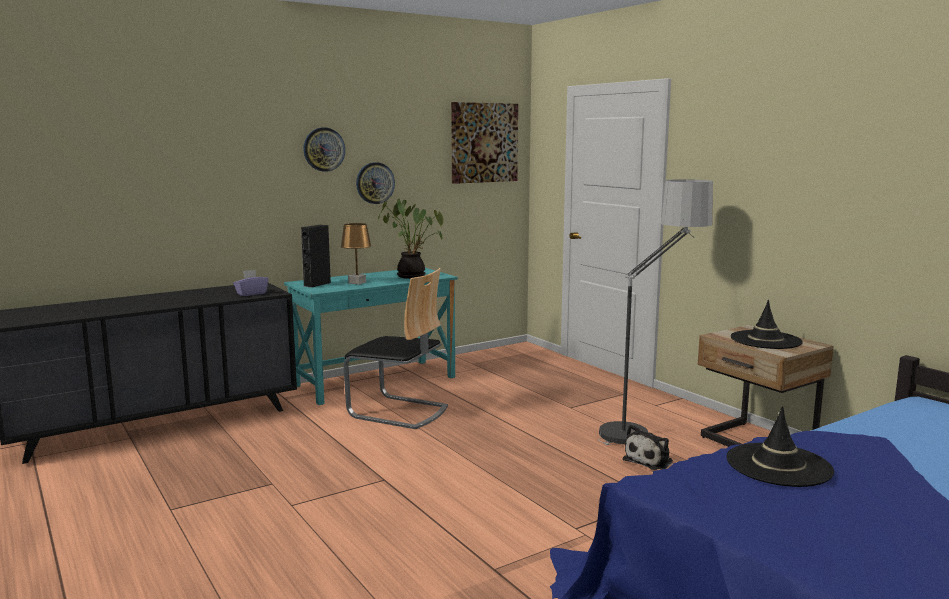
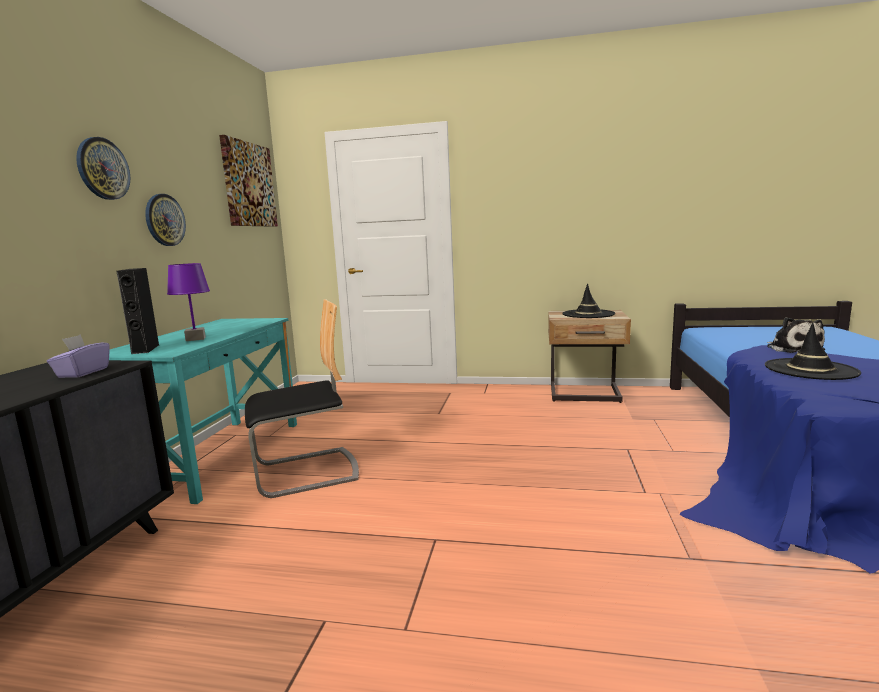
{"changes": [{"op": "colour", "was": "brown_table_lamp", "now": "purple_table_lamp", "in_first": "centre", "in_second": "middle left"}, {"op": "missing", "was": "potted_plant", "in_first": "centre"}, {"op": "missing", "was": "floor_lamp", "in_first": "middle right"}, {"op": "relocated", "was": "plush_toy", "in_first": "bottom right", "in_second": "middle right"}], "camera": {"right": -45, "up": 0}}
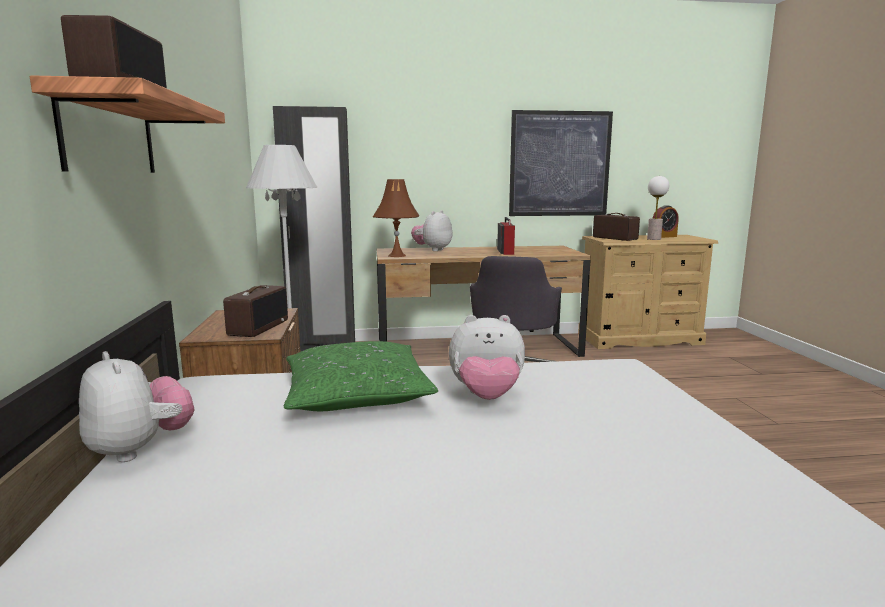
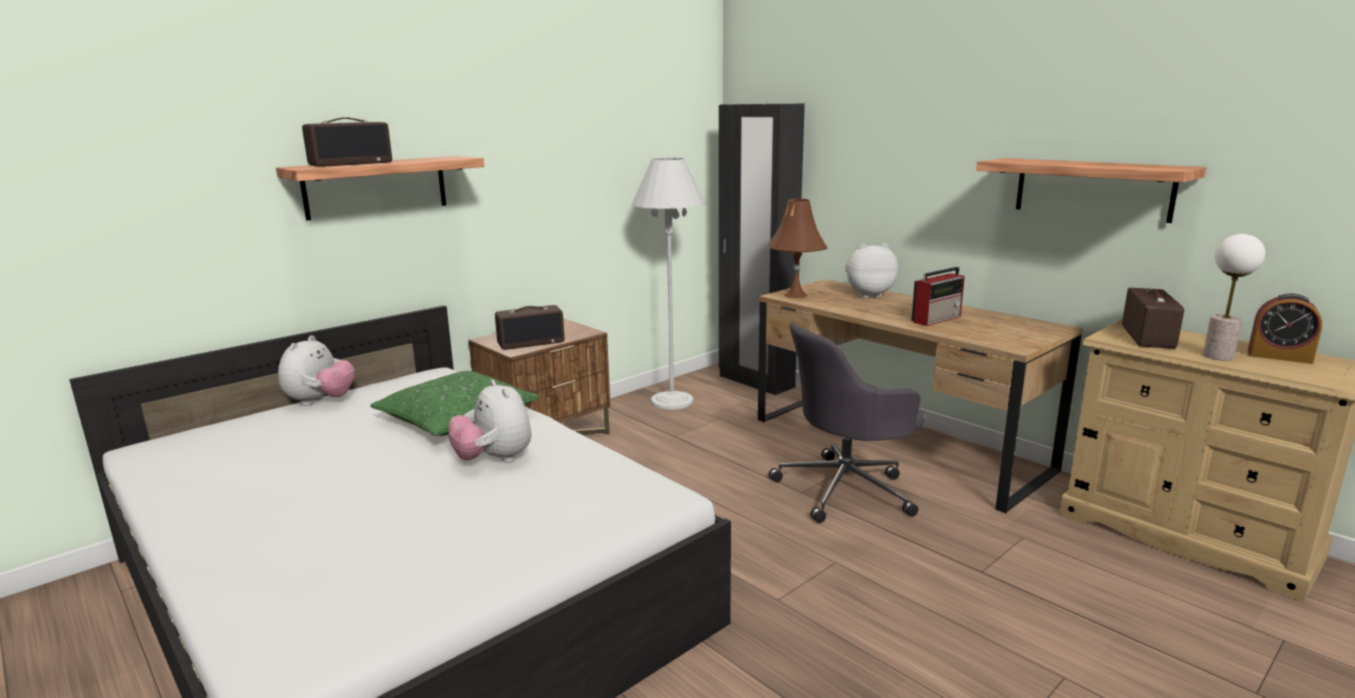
{"changes": [{"op": "exchanged", "was": "picture", "now": "shelf (no. 2 from left)", "in_first": "top centre", "in_second": "top right"}], "camera": {"right": 55, "up": 5}}
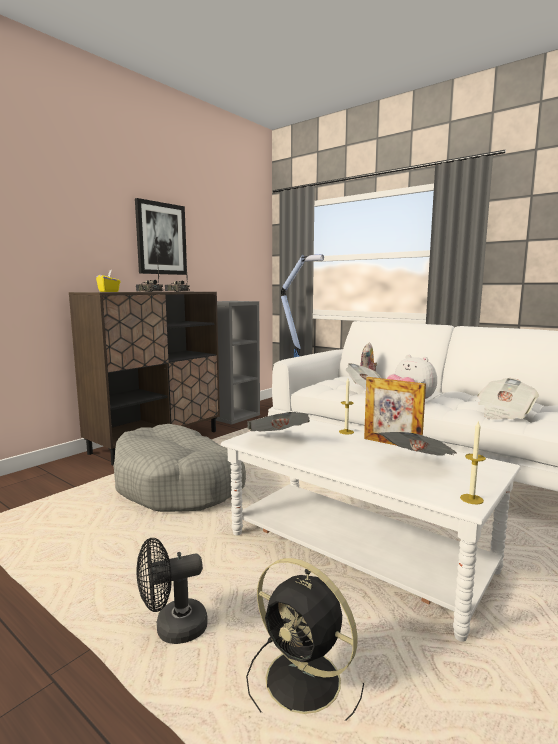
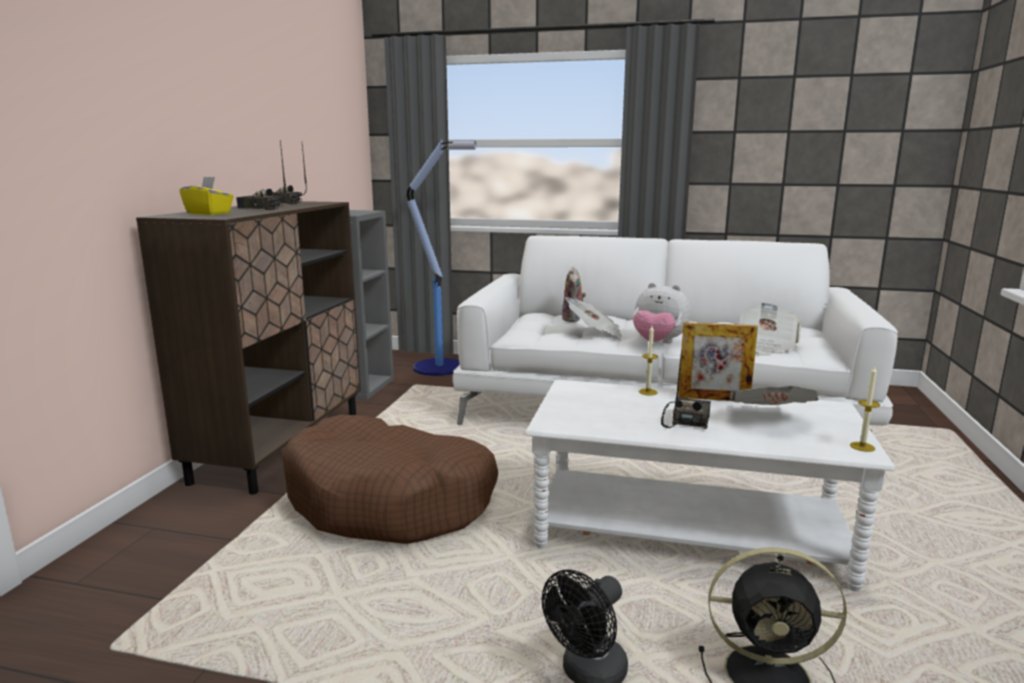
{"changes": [{"op": "colour", "was": "grey_dog_bed", "now": "brown_dog_bed", "in_first": "middle left", "in_second": "bottom centre"}, {"op": "missing", "was": "picture", "in_first": "top left"}, {"op": "missing", "was": "newspaper (no. 1 from left)", "in_first": "centre"}, {"op": "appeared", "now": "radio (no. 3 from left)", "in_second": "middle right"}], "camera": {"right": -25, "up": 5}}
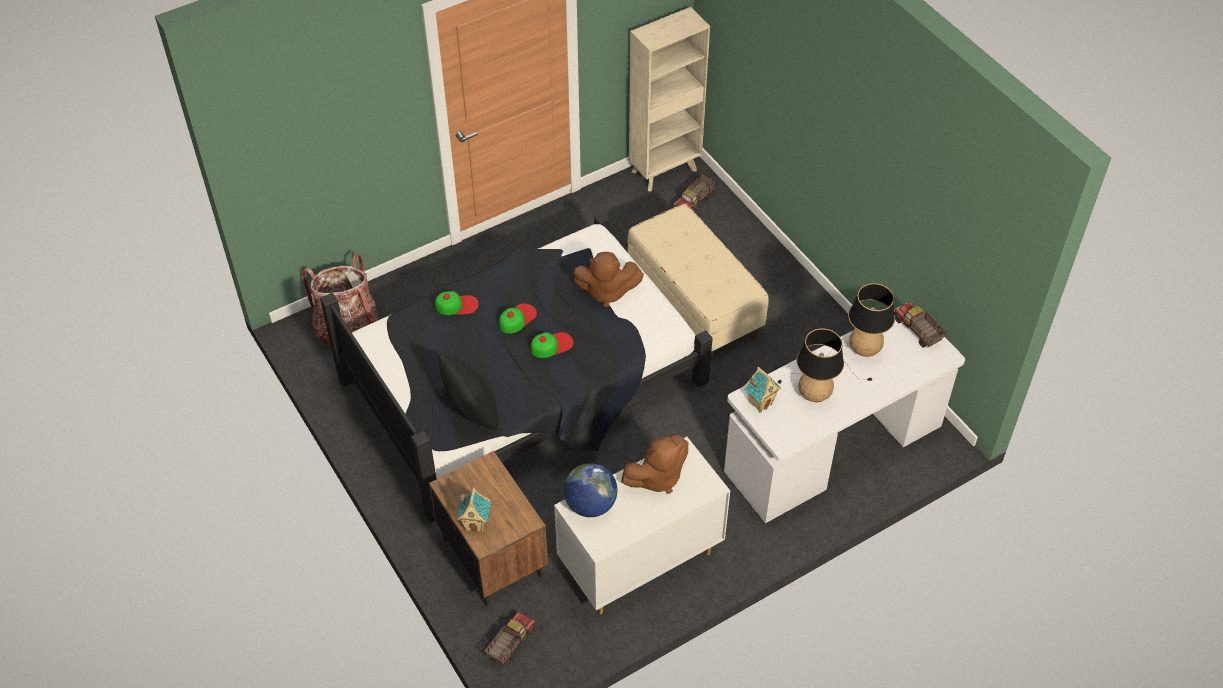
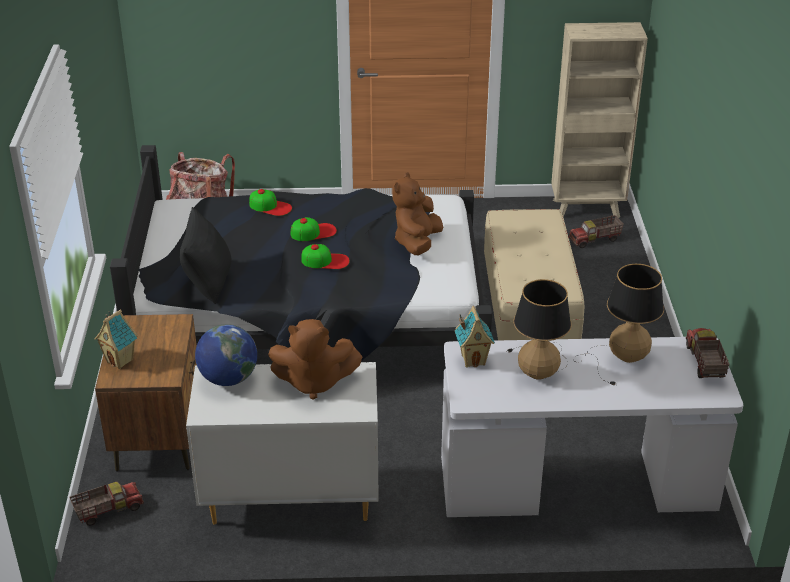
{"changes": [{"op": "spun", "was": "brown_plush_toy (no. 1 from left in the first image)", "in_first": "centre", "in_second": "centre", "clockwise": 75}], "camera": {"right": 30, "up": -15}}
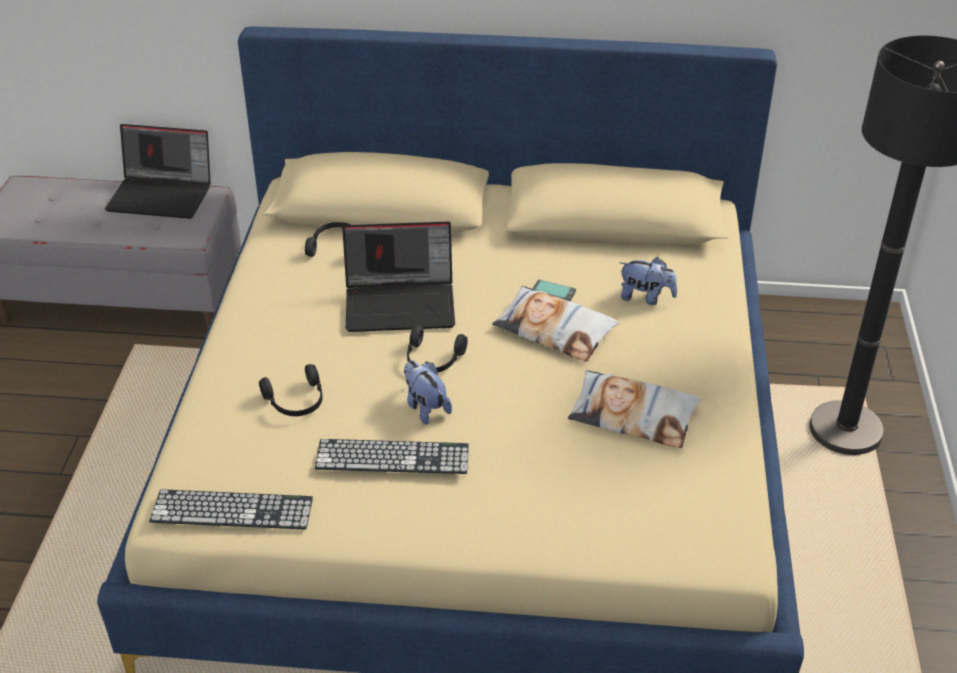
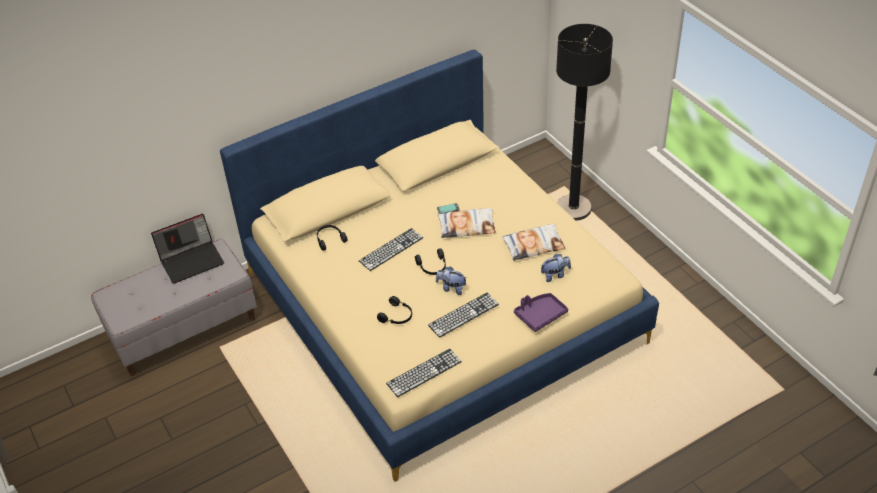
{"changes": [{"op": "exchanged", "was": "laptop (no. 2 from left)", "now": "keyboard (no. 1 from left)", "in_first": "centre", "in_second": "centre"}, {"op": "relocated", "was": "plush_toy (no. 2 from left)", "in_first": "middle right", "in_second": "centre"}, {"op": "appeared", "now": "purple_tray", "in_second": "centre"}], "camera": {"right": -35, "up": 5}}
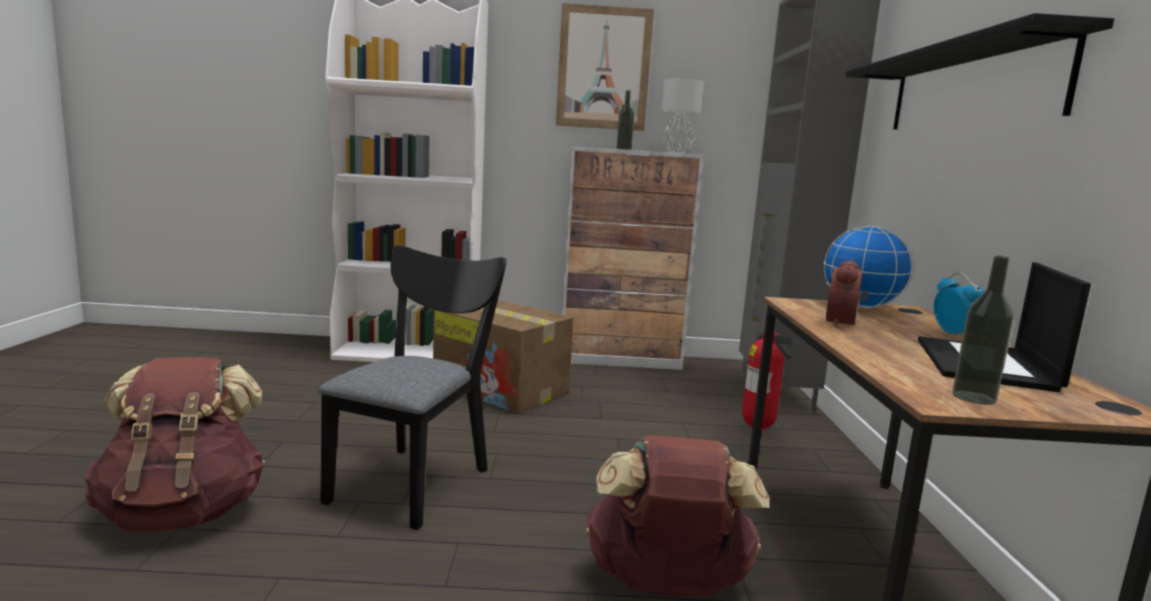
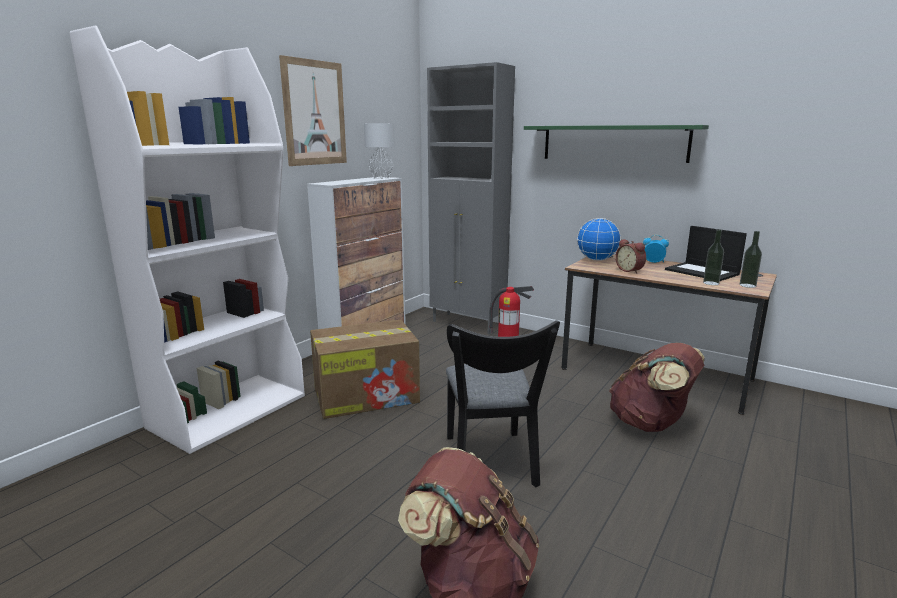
{"changes": [{"op": "spun", "was": "black_chair", "in_first": "centre", "in_second": "bottom centre", "clockwise": -150}, {"op": "relocated", "was": "bottle (no. 1 from left)", "in_first": "top centre", "in_second": "middle right"}, {"op": "colour", "was": "black_shelf", "now": "green_shelf", "in_first": "top right", "in_second": "top right"}], "camera": {"right": -55, "up": 5}}
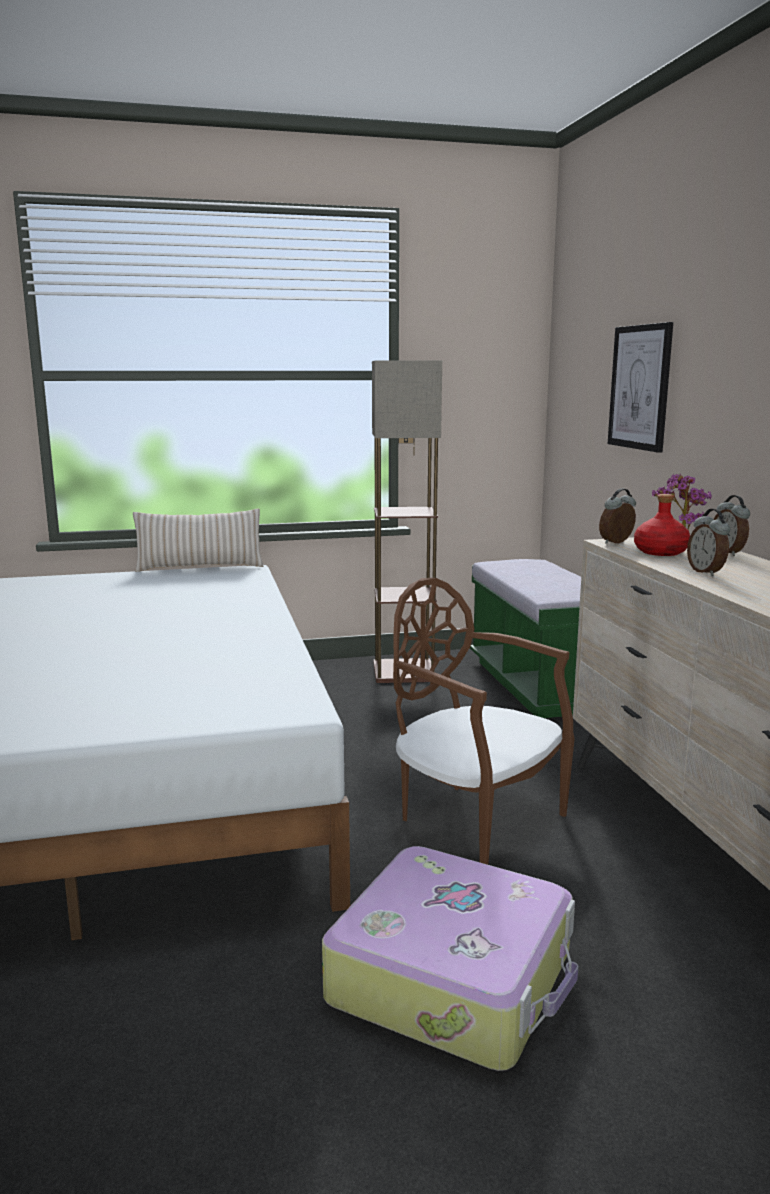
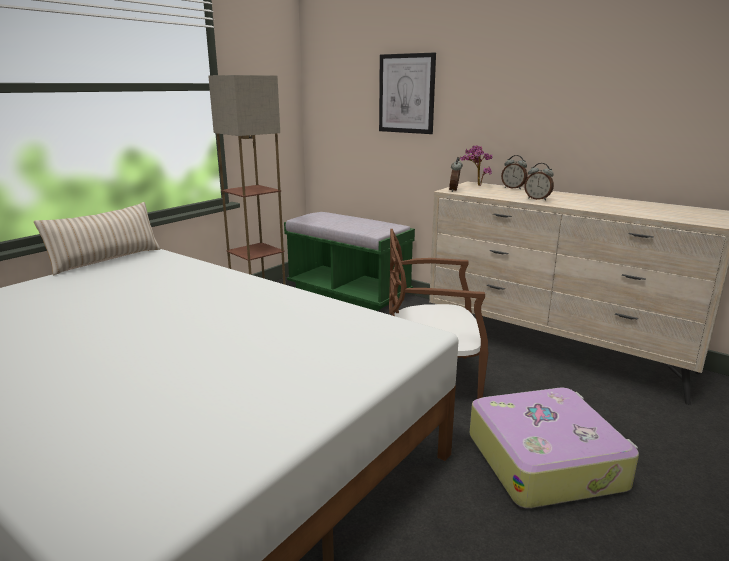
{"changes": [{"op": "missing", "was": "red_bottle", "in_first": "middle right"}], "camera": {"right": -40, "up": 5}}
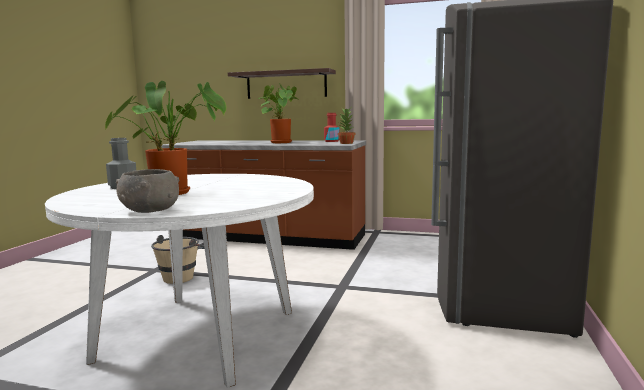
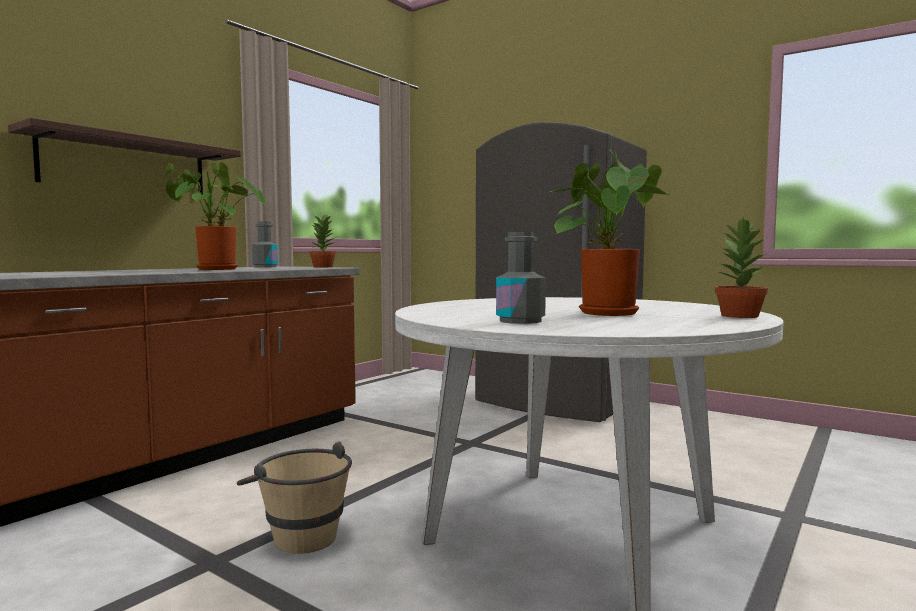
{"changes": [{"op": "exchanged", "was": "grey_bowl", "now": "potted_plant (no. 4 from left)", "in_first": "middle left", "in_second": "middle right"}, {"op": "colour", "was": "red_bottle", "now": "grey_bottle (no. 1 from left)", "in_first": "top centre", "in_second": "middle left"}], "camera": {"right": -70, "up": -5}}
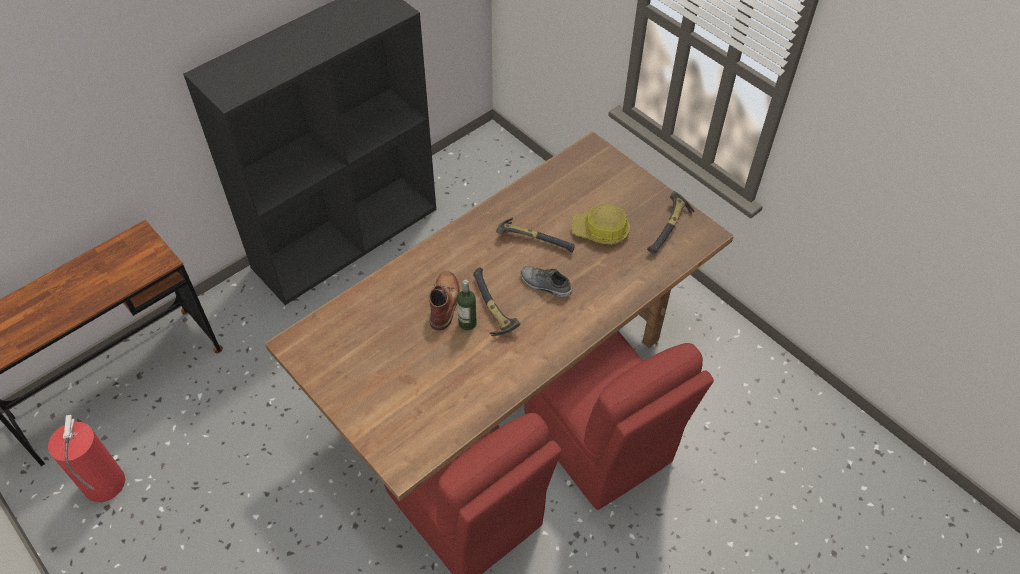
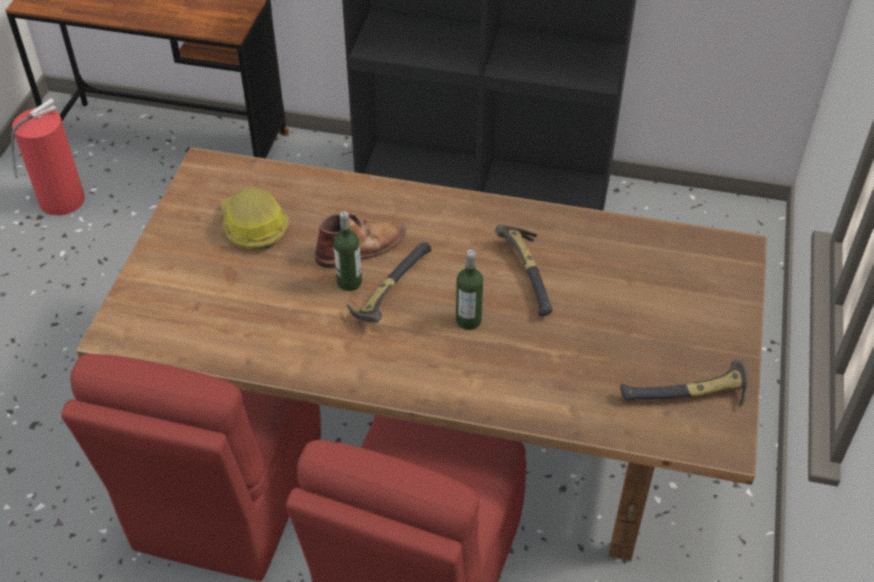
{"changes": [{"op": "exchanged", "was": "grey_shoe", "now": "bottle (no. 2 from left)", "in_first": "centre", "in_second": "centre"}, {"op": "relocated", "was": "hard_hat", "in_first": "centre", "in_second": "middle left"}], "camera": {"right": 55, "up": -5}}
